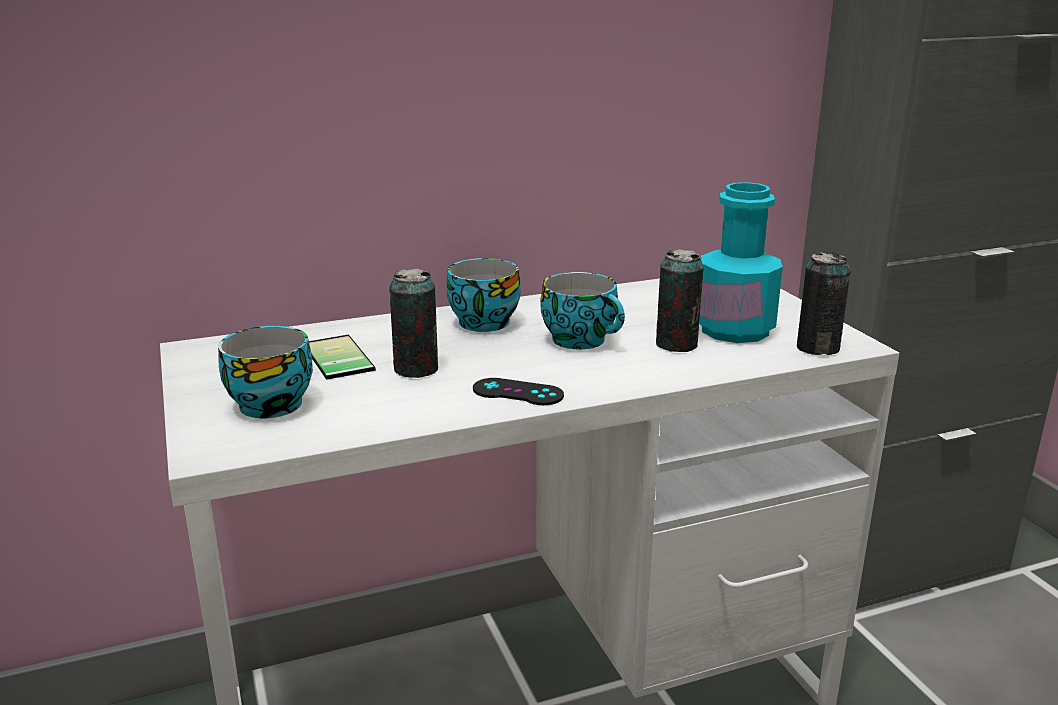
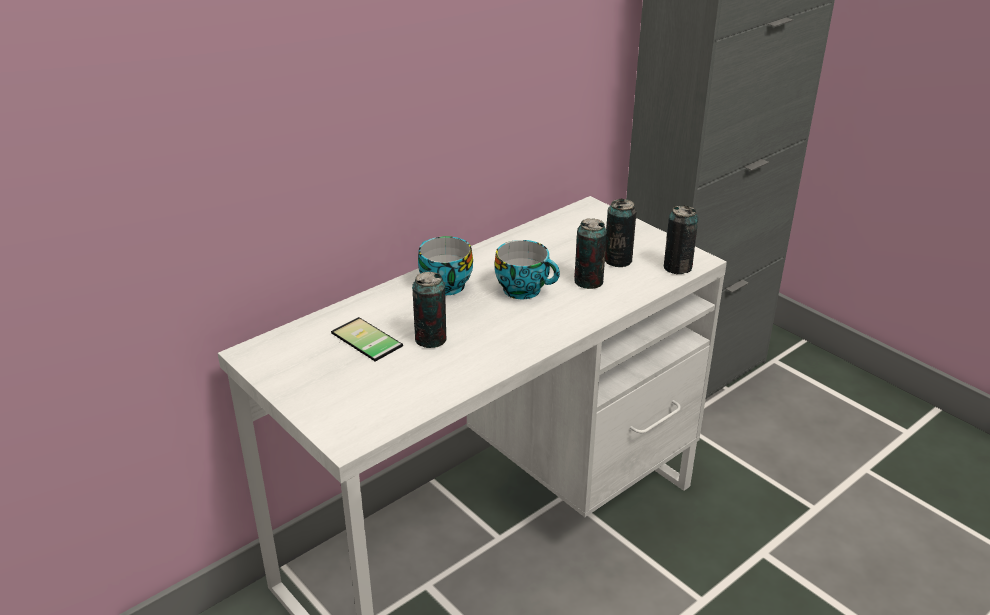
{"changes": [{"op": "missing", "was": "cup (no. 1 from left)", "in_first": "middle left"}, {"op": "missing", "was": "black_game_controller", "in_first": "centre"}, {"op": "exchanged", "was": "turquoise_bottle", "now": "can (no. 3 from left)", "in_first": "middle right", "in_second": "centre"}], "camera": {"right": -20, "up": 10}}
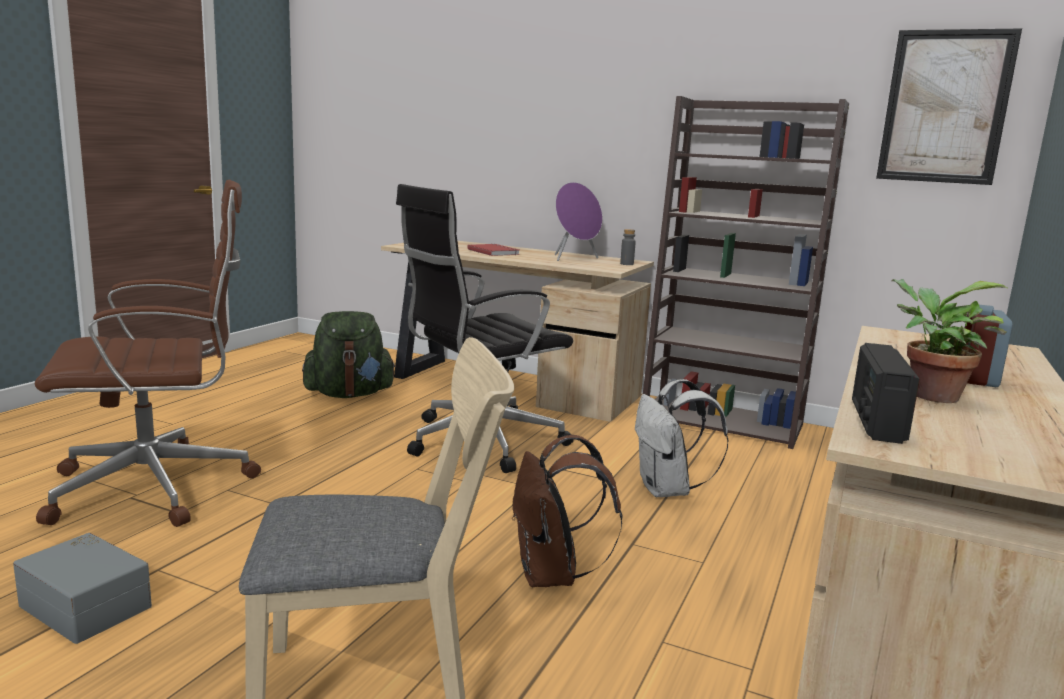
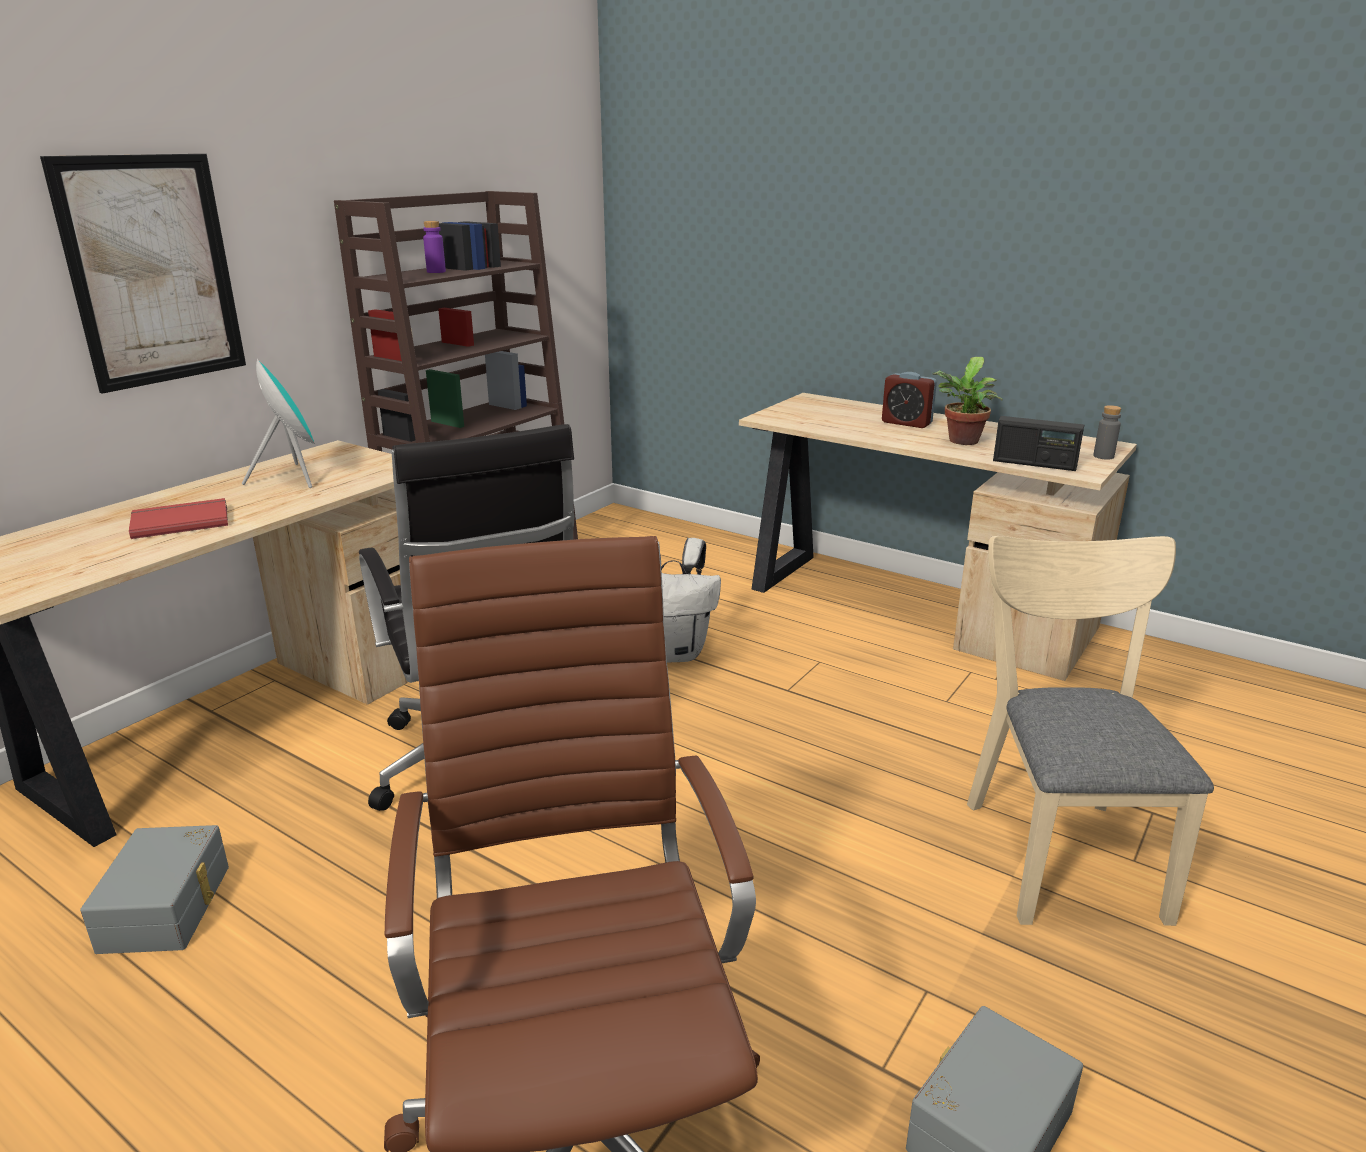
{"changes": [{"op": "exchanged", "was": "green_backpack", "now": "grey_storage_box (no. 1 from left)", "in_first": "middle left", "in_second": "bottom left"}, {"op": "missing", "was": "brown_backpack", "in_first": "bottom centre"}, {"op": "colour", "was": "purple_speaker", "now": "turquoise_speaker", "in_first": "top centre", "in_second": "middle left"}, {"op": "relocated", "was": "grey_bottle", "in_first": "centre", "in_second": "middle right"}, {"op": "relocated", "was": "picture", "in_first": "top right", "in_second": "top left"}, {"op": "appeared", "now": "purple_bottle", "in_second": "top left"}], "camera": {"right": -80, "up": 10}}
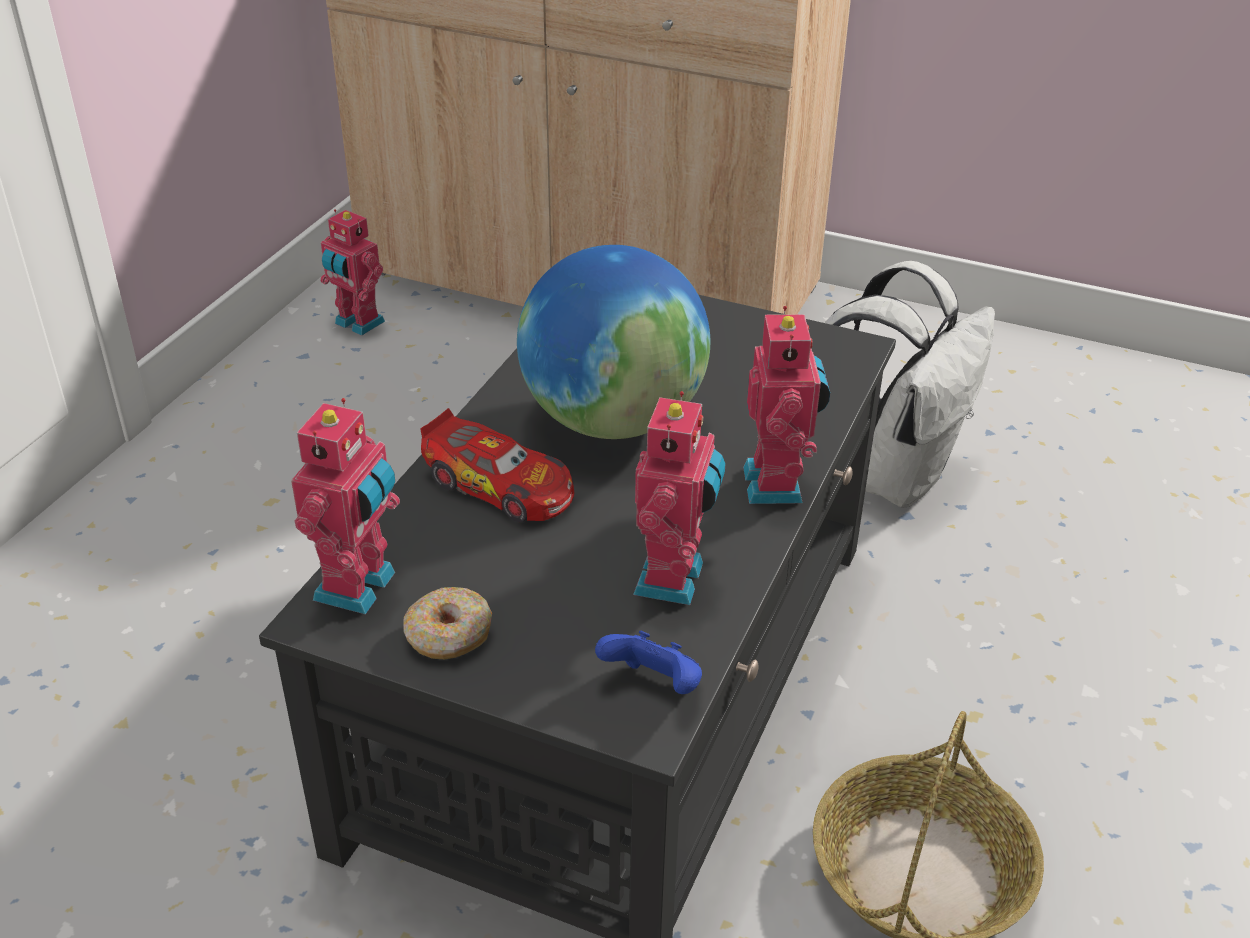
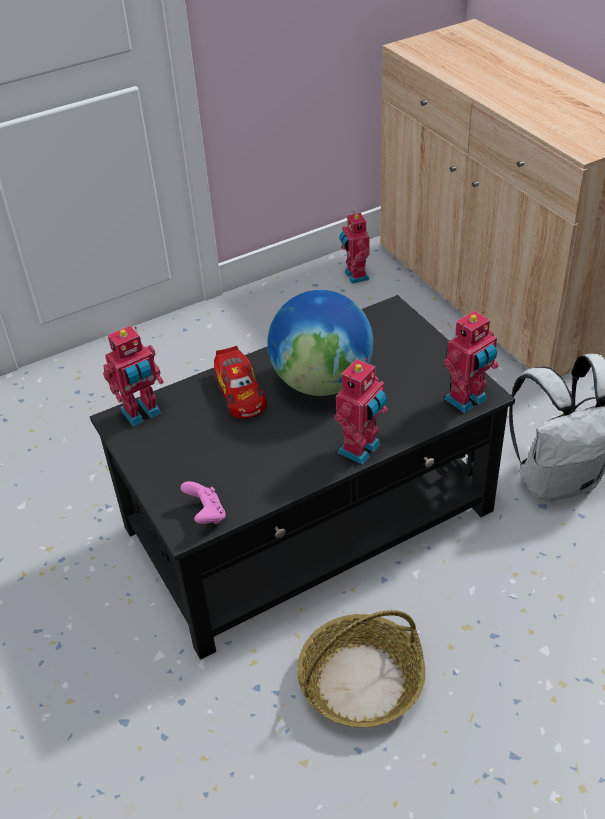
{"changes": [{"op": "missing", "was": "donut", "in_first": "centre"}, {"op": "colour", "was": "blue_game_controller", "now": "pink_game_controller", "in_first": "bottom centre", "in_second": "centre"}, {"op": "relocated", "was": "toy_robot (no. 3 from left in the first image)", "now": "toy_robot (no. 4 from left)", "in_first": "centre", "in_second": "middle right"}], "camera": {"right": 40, "up": 5}}
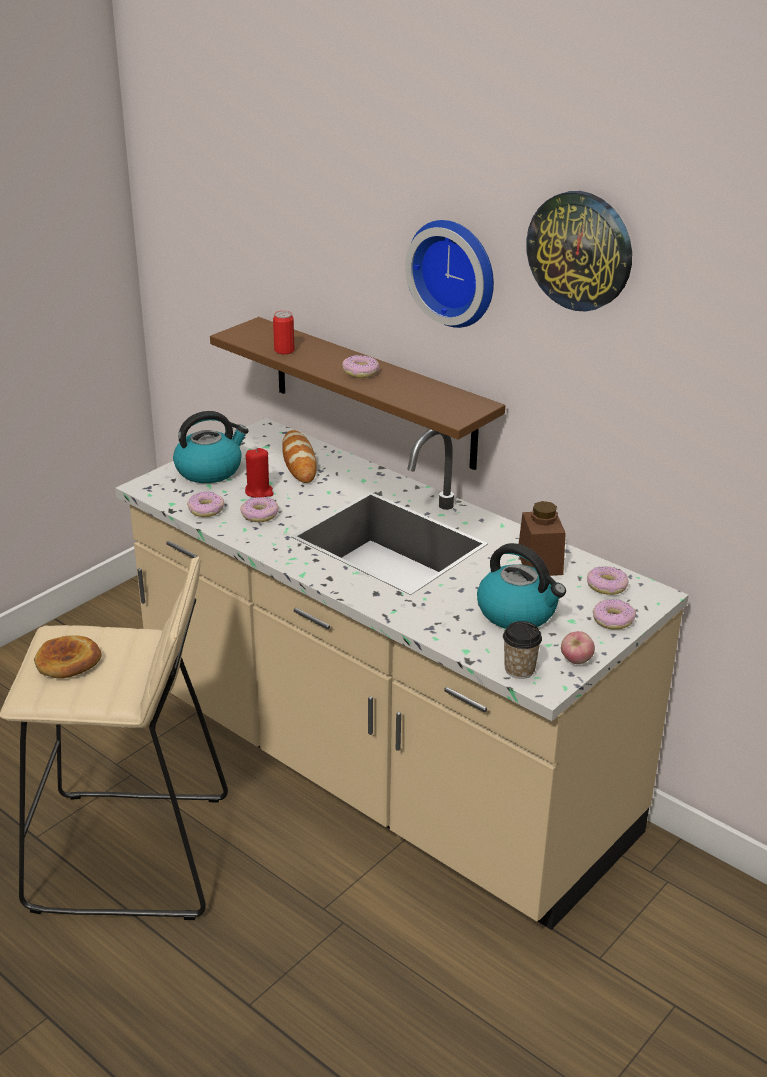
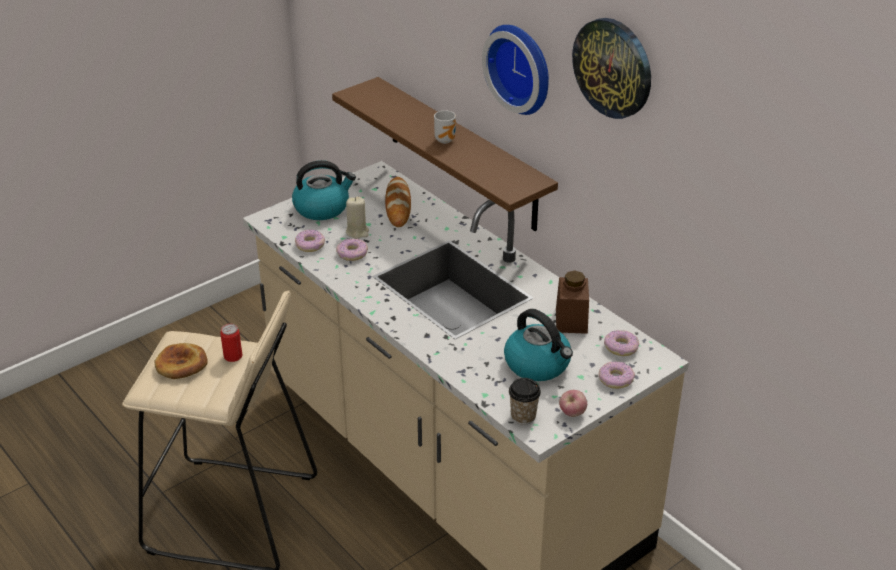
{"changes": [{"op": "colour", "was": "red_candle", "now": "beige_candle", "in_first": "centre", "in_second": "centre"}, {"op": "relocated", "was": "can", "in_first": "top centre", "in_second": "middle left"}, {"op": "exchanged", "was": "donut (no. 3 from left)", "now": "mug", "in_first": "centre", "in_second": "top centre"}], "camera": {"right": 10, "up": 5}}
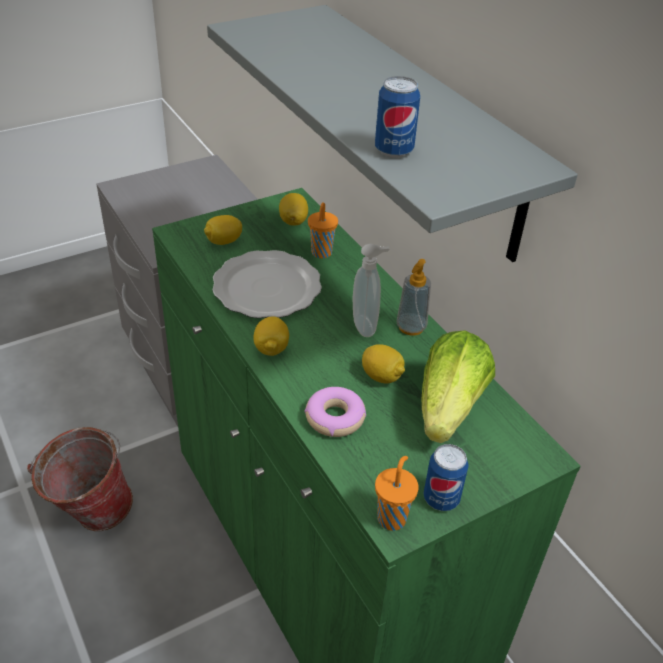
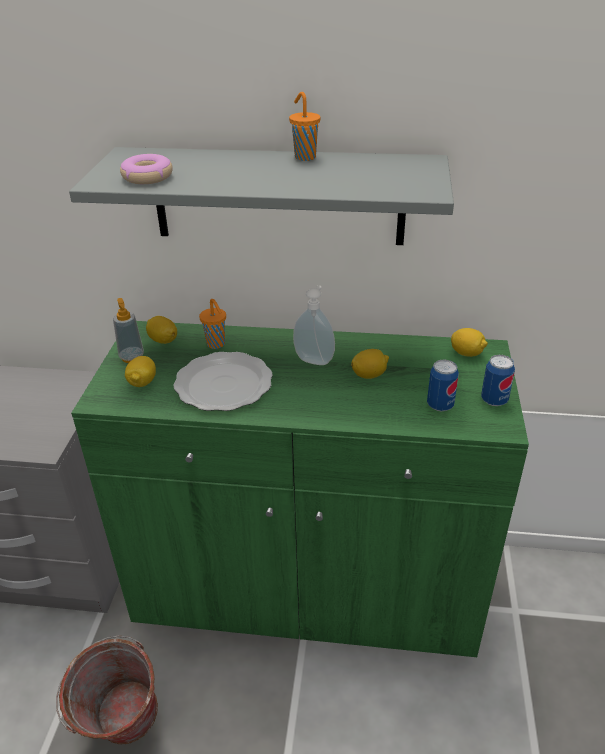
{"changes": [{"op": "relocated", "was": "lemon (no. 2 from left in the first image)", "now": "lemon (no. 4 from left)", "in_first": "centre", "in_second": "middle right"}, {"op": "relocated", "was": "donut", "in_first": "centre", "in_second": "top left"}, {"op": "relocated", "was": "can (no. 1 from left)", "in_first": "top centre", "in_second": "middle right"}, {"op": "relocated", "was": "orange_cup (no. 2 from left)", "in_first": "bottom centre", "in_second": "top centre"}, {"op": "relocated", "was": "soap_dispenser (no. 2 from left in the first image)", "now": "soap_dispenser (no. 1 from left)", "in_first": "centre", "in_second": "middle left"}, {"op": "missing", "was": "lettuce", "in_first": "middle right"}], "camera": {"right": -50, "up": -5}}
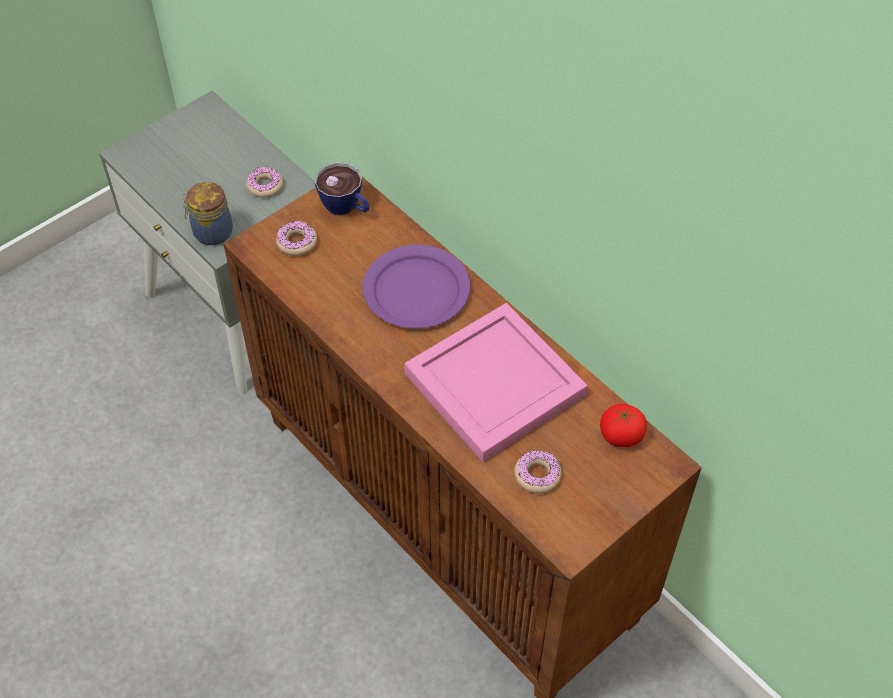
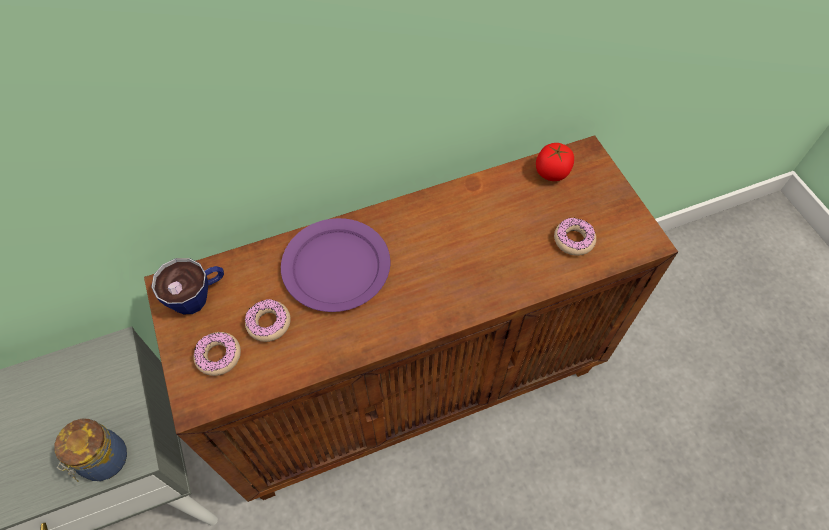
{"changes": [{"op": "relocated", "was": "donut (no. 1 from left in the first image)", "now": "donut (no. 2 from left)", "in_first": "top left", "in_second": "middle left"}, {"op": "missing", "was": "pink_tray", "in_first": "centre"}], "camera": {"right": -70, "up": 5}}
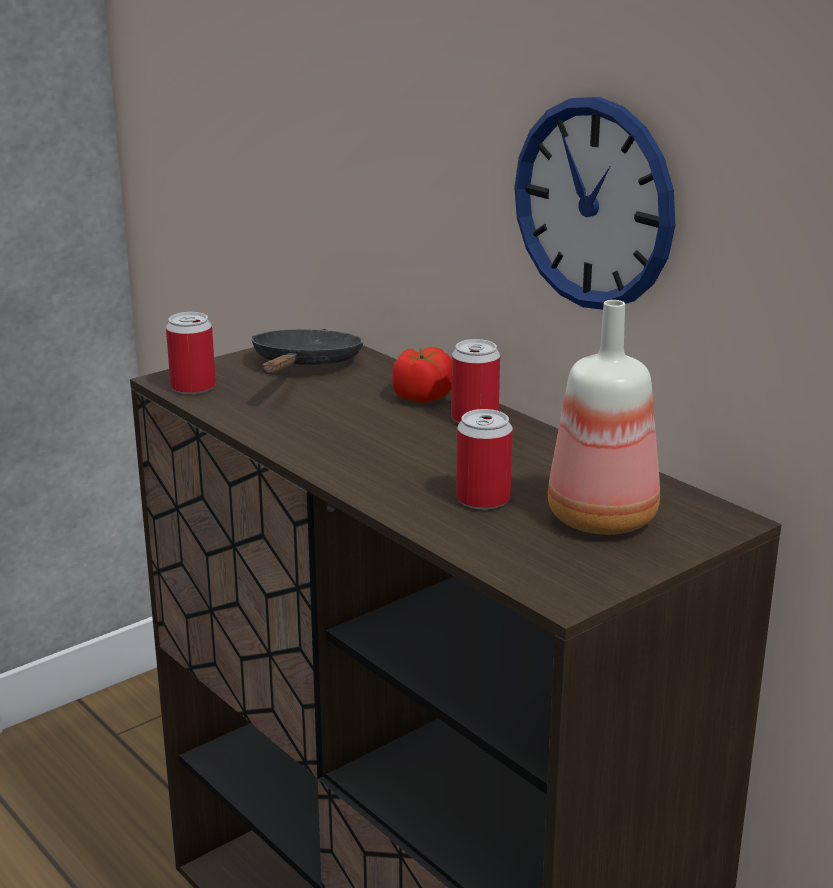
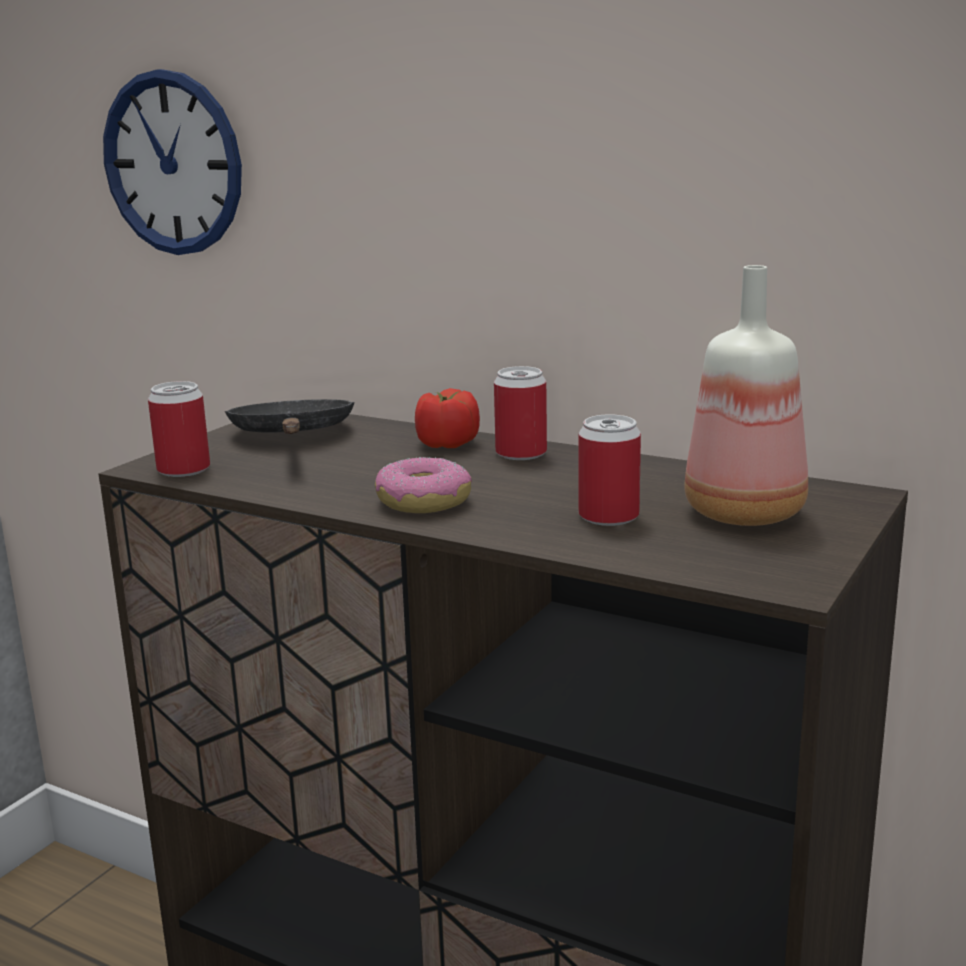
{"changes": [{"op": "relocated", "was": "wall_clock", "in_first": "top right", "in_second": "top left"}, {"op": "appeared", "now": "donut", "in_second": "centre"}], "camera": {"right": -20, "up": -5}}
